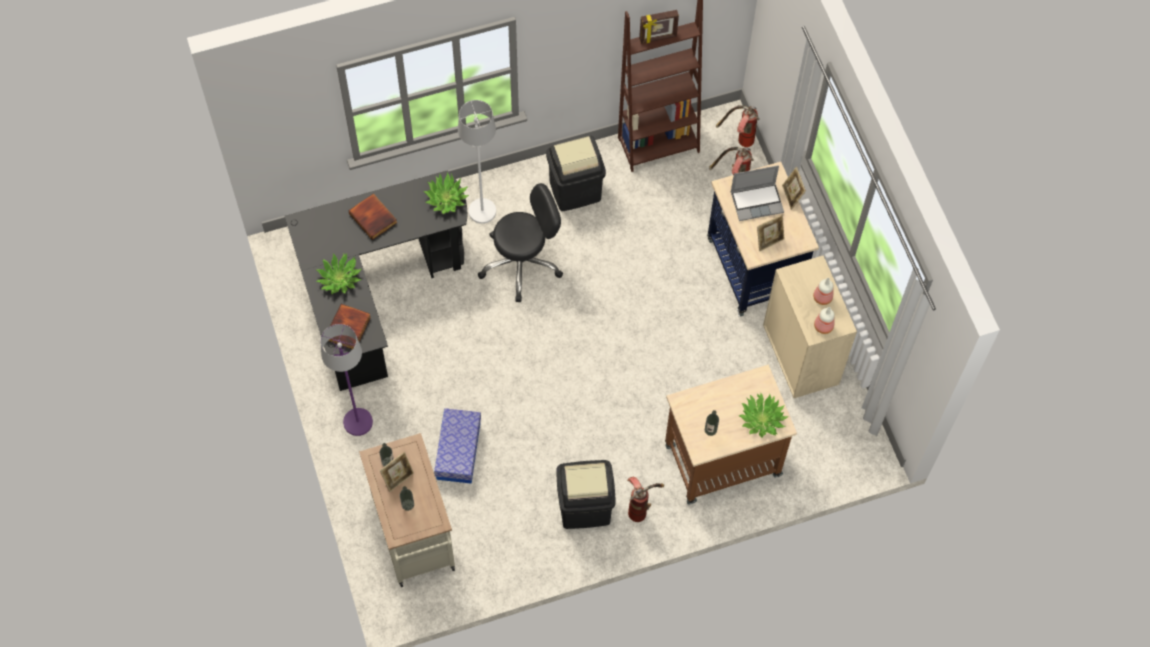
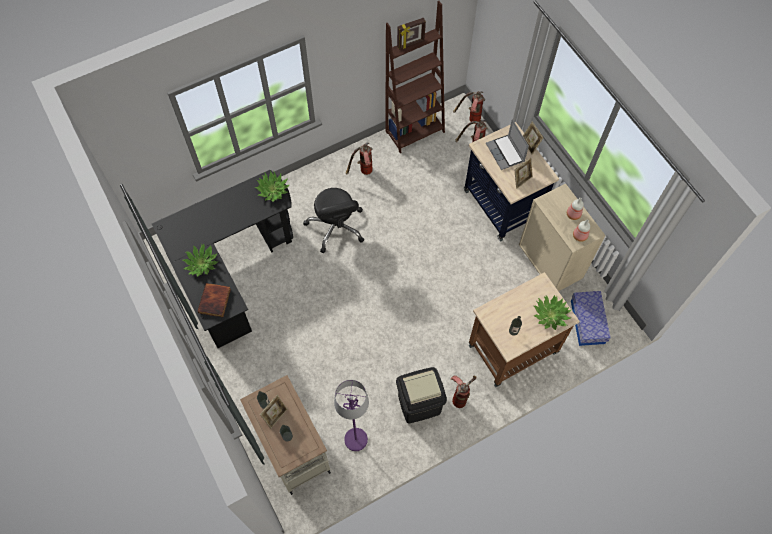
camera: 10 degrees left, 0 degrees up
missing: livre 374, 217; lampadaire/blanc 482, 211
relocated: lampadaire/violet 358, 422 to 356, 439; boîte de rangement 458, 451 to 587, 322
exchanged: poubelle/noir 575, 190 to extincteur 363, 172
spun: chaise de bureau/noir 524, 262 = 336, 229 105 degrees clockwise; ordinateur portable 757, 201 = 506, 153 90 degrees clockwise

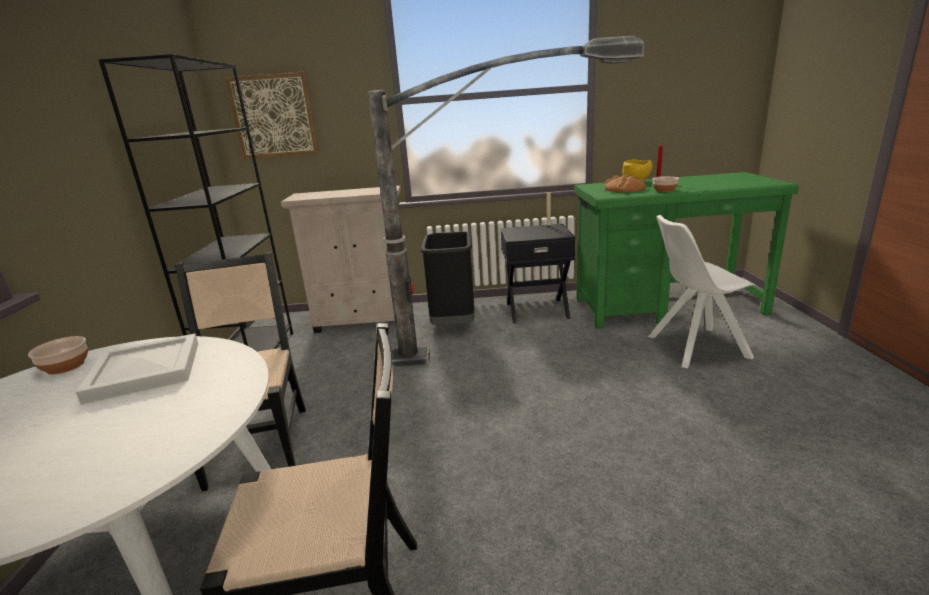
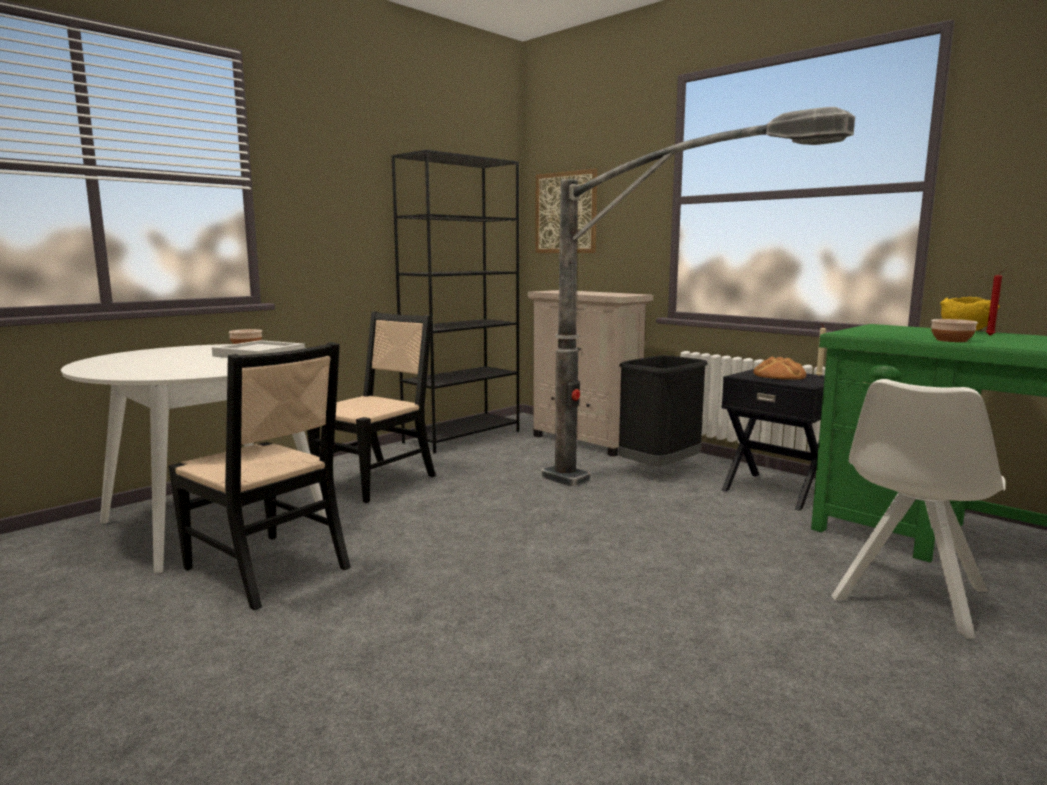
camera: 45 degrees right, 10 degrees down
relocated: pain 624, 189 to 779, 375
spun: chaise/blanc 694, 347 = 908, 596 90 degrees counterclockwise

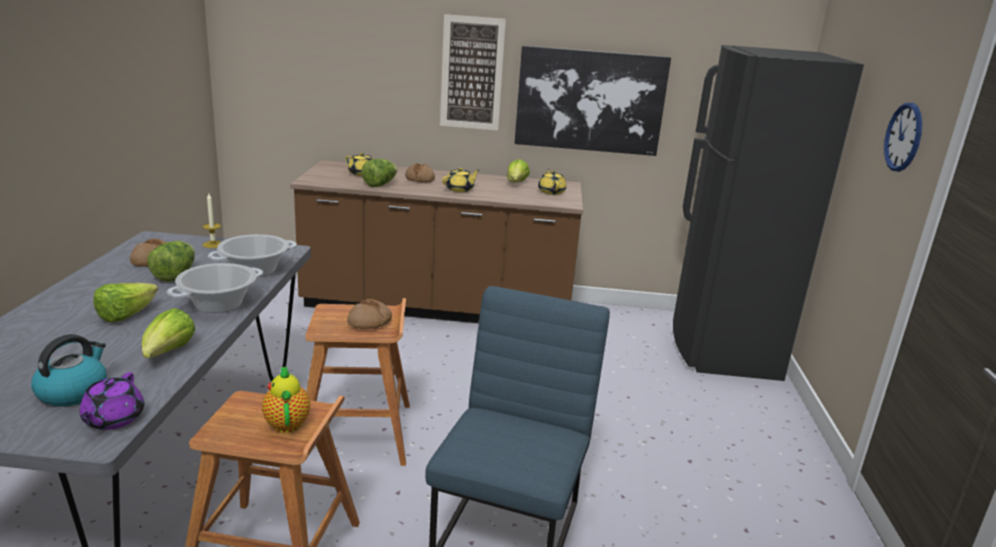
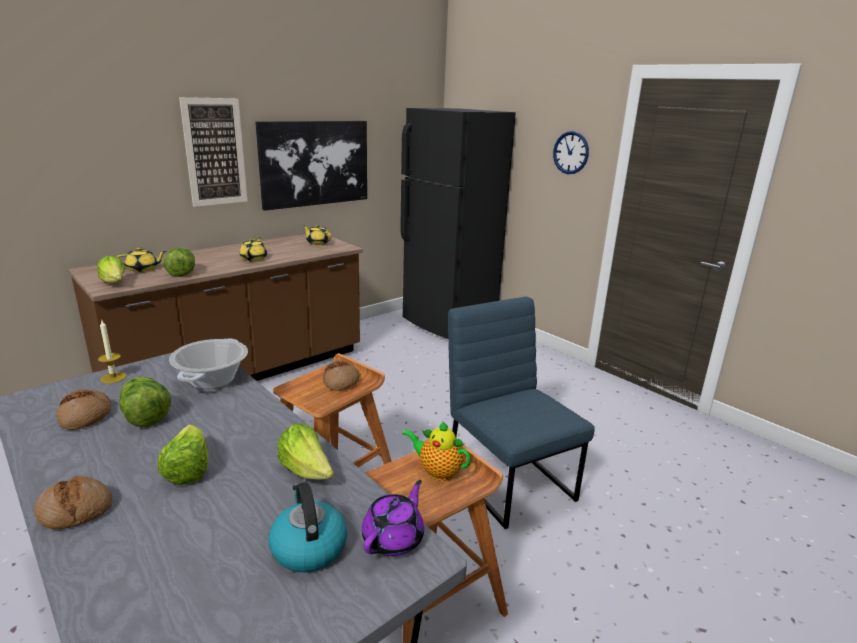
camera: 45 degrees left, 0 degrees up
missing: marmite 219, 304
relocated: pain 420, 179 to 75, 510; laitue 516, 184 to 115, 283
spun: théière/violet 113, 419 = 394, 538 105 degrees counterclockwise

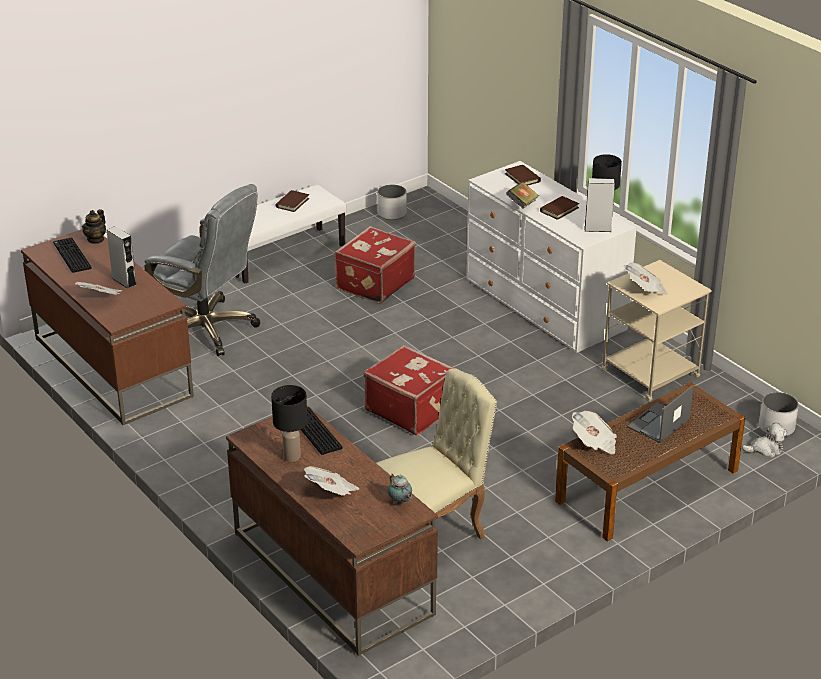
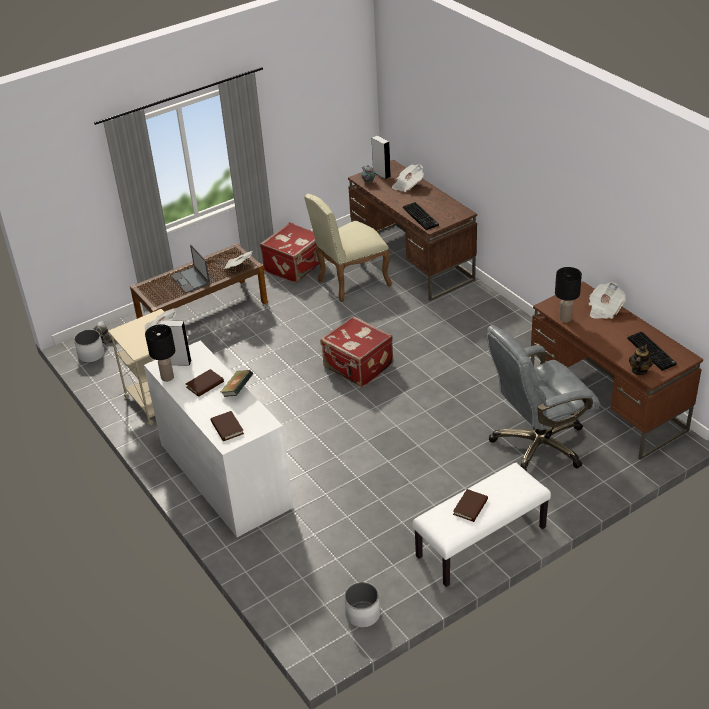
camera: 175 degrees left, 5 degrees up
relocated: enceinte/gris 124, 281 to 381, 174; lampe de table/noir 292, 457 to 565, 318; valise/rouge 374, 283 to 295, 267
spun: chaise de bureau/gris 205, 328 = 539, 444 60 degrees counterclockwise; ordinateur portable 658, 423 = 190, 280 105 degrees clockwise

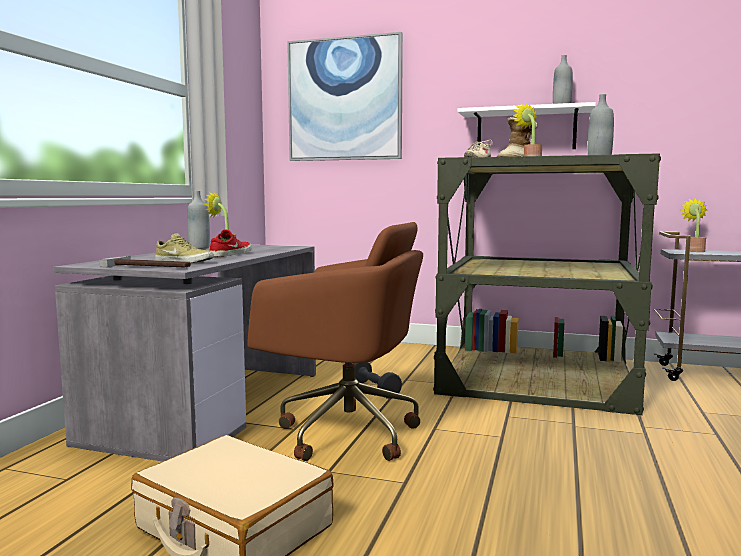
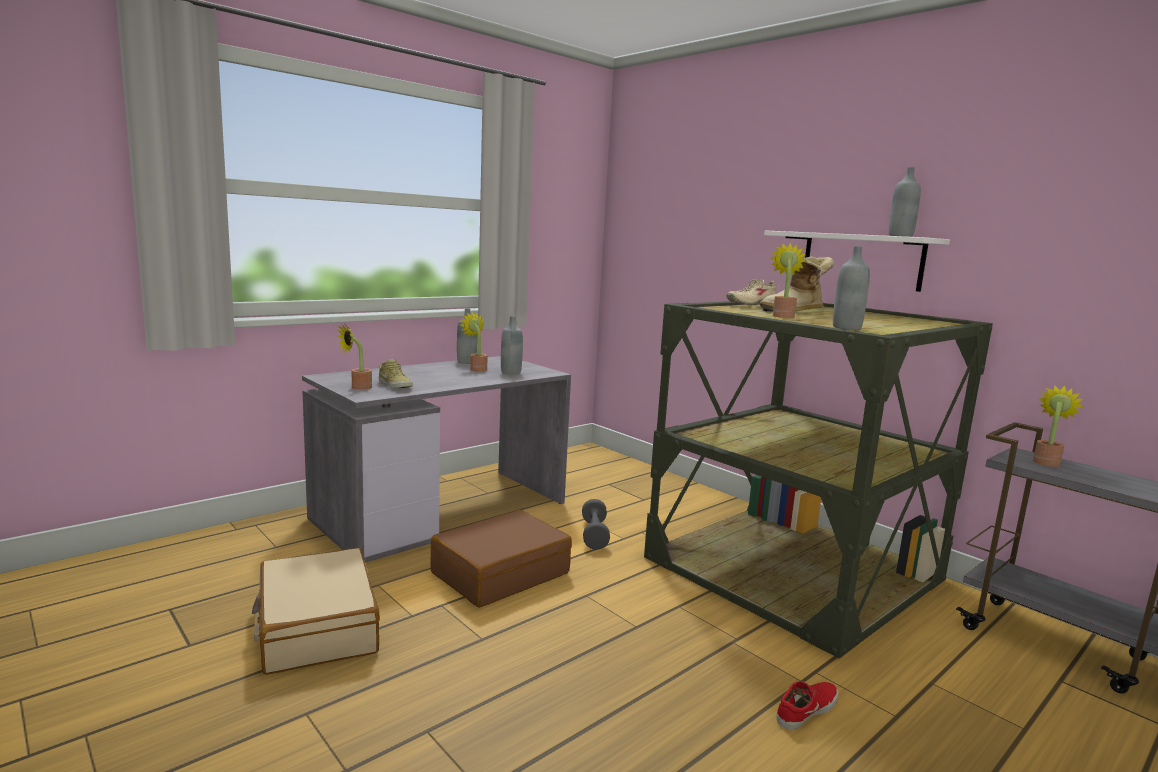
camera: 30 degrees right, 5 degrees up
missing: tableau 344, 99
appeared: bouteille/gris 511, 372
relocated: chaussure/rouge 230, 254 to 805, 709
exchanged: marteau 151, 266 to plante en pot 357, 387; chaise de bureau/marron 341, 434 to valise/marron 500, 573

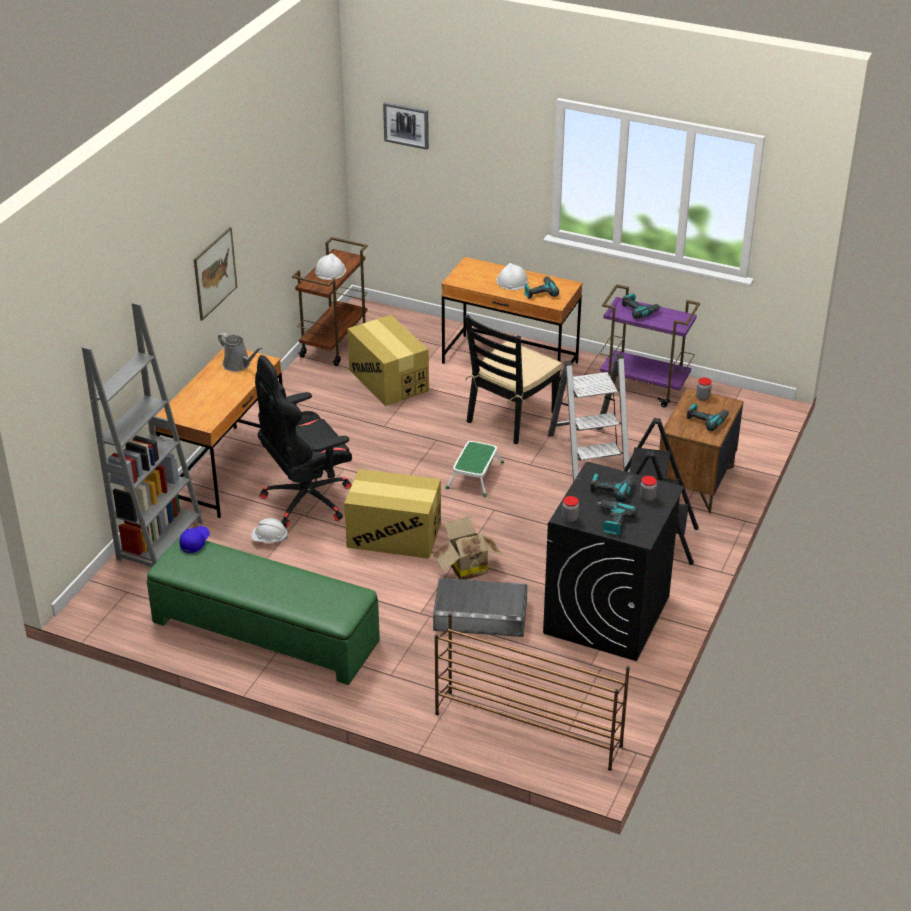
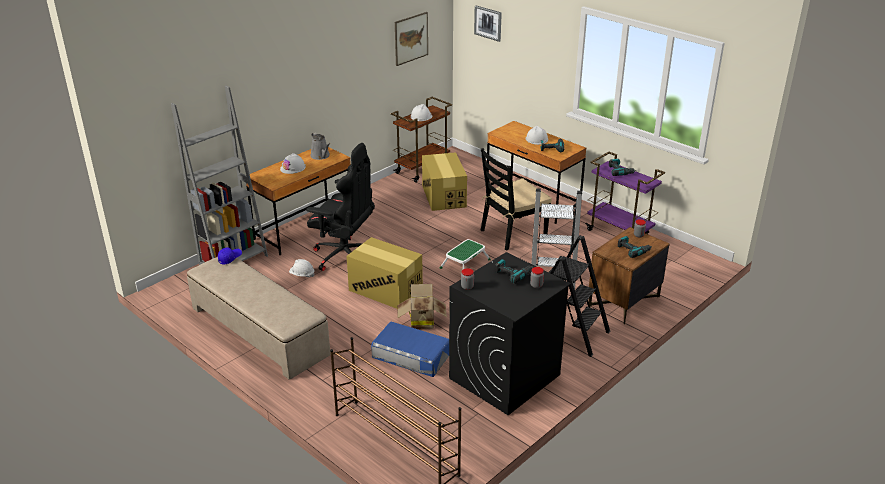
camera: 20 degrees right, 5 degrees down
missing: perceuse 613, 521
appeared: casque de chantier/blanc 293, 168
relocated: tableau 215, 273 to 411, 38
colour: banc/vert 264, 631 to banc/beige 258, 331; boîte de rangement/gris 480, 615 to boîte de rangement/bleu 411, 355
spun: chaise de bureau/noir 308, 499 = 343, 256 150 degrees counterclockwise

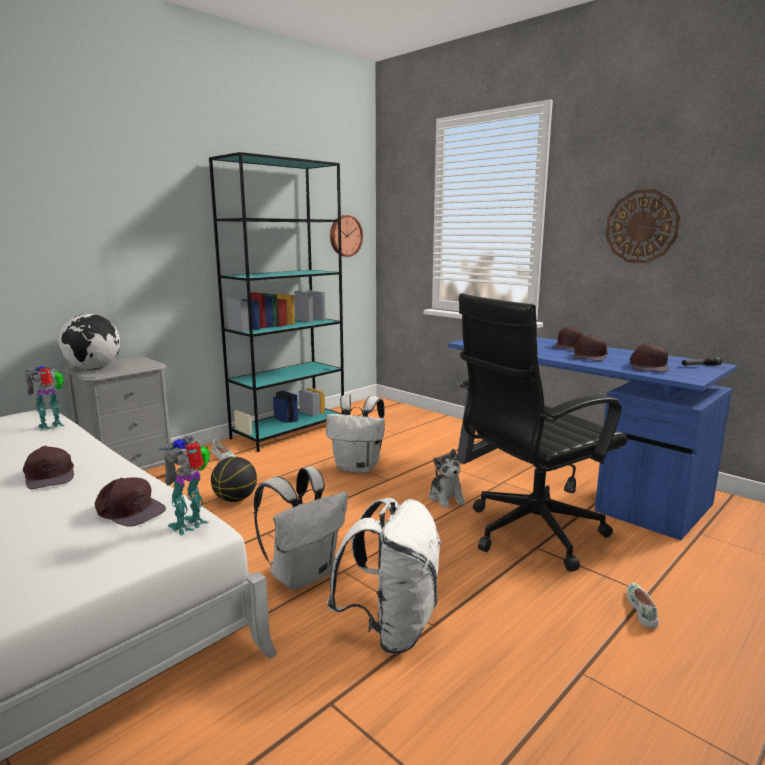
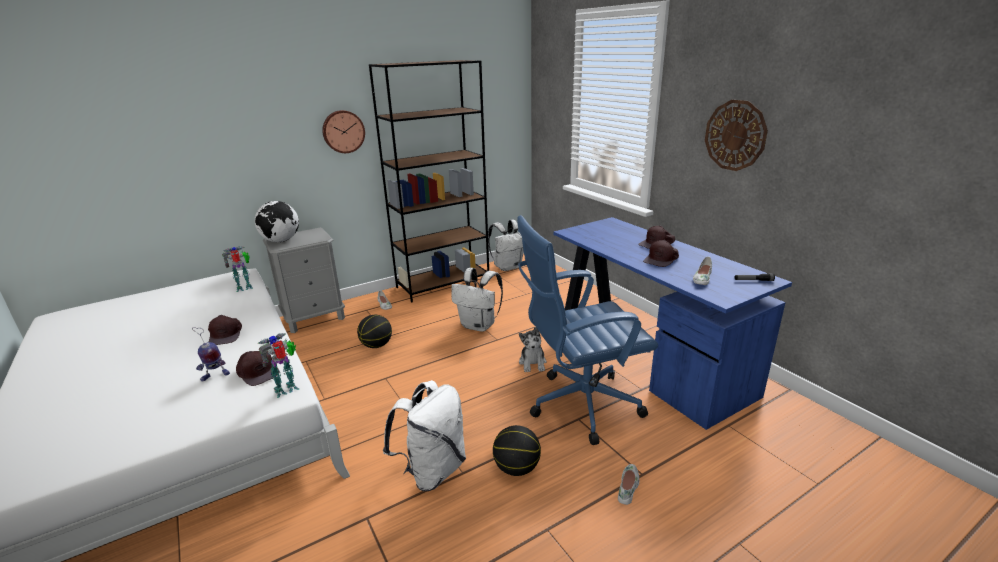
camera: 15 degrees right, 10 degrees up
appeared: robot jouet 215, 376; ballon de basket 517, 468
relocated: sac à dos/blanc 303, 574 to 508, 267; horloge murale 345, 236 to 343, 131
exchanged: casquette/marron 649, 366 to chaussure/blanc 702, 278
colour: bibliothèque/turquoise 289, 431 to bibliothèque/marron 443, 283; chaise de bureau/noir 529, 534 to chaise de bureau/bleu 580, 406

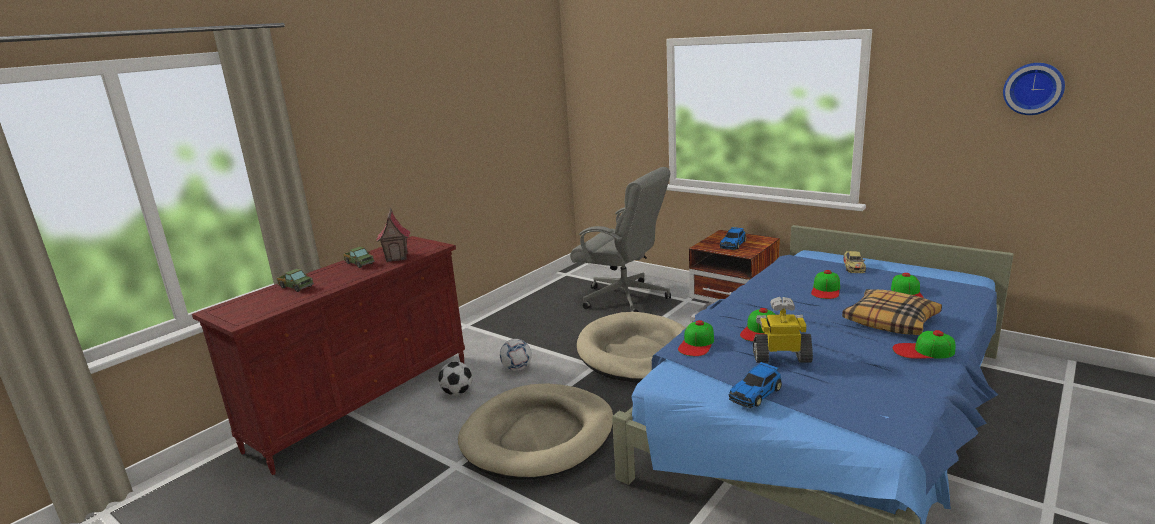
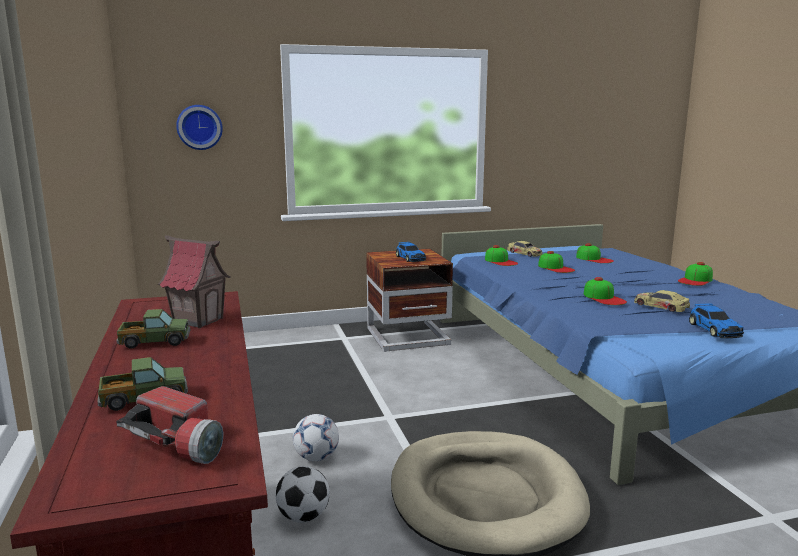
camera: 55 degrees left, 5 degrees down
missing: chaise de bureau/gris 624, 298; panier pour chien/beige 637, 353; coussin 891, 321
appeared: lampe de poche 178, 443
relocated: casquette 697, 344 to 500, 261; horloge murale 1033, 88 to 199, 127
exchanged: robot jouet 781, 356 to petite voiture 660, 306

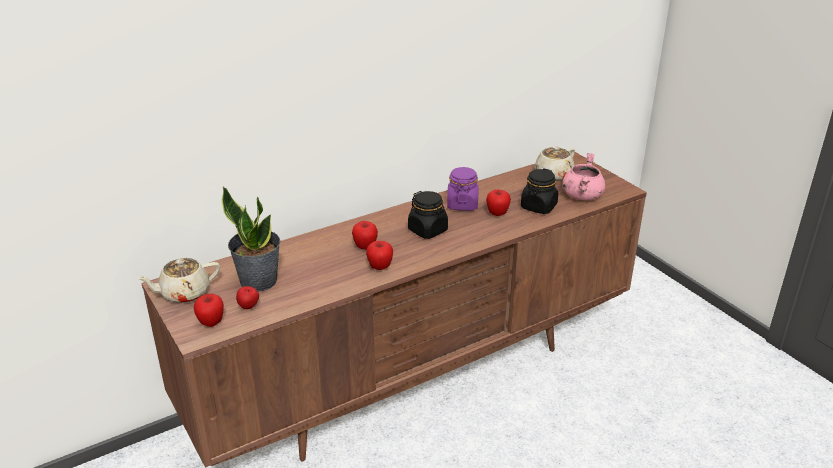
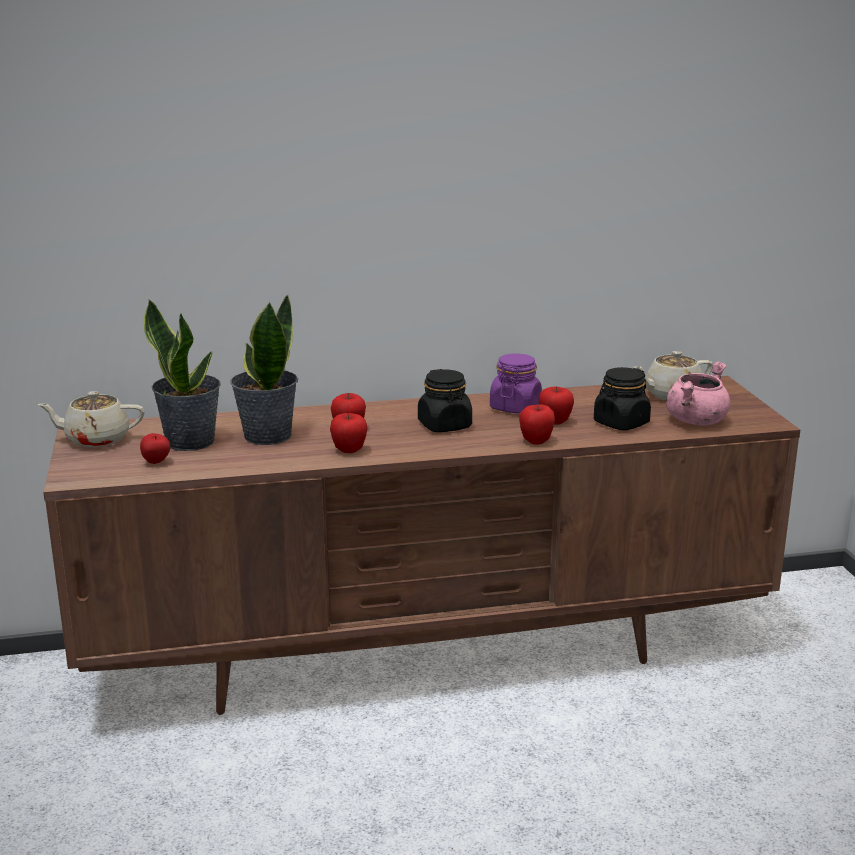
camera: 20 degrees right, 10 degrees down
appeared: plante en pot 267, 436
relocated: pomme 211, 323 to 536, 442

